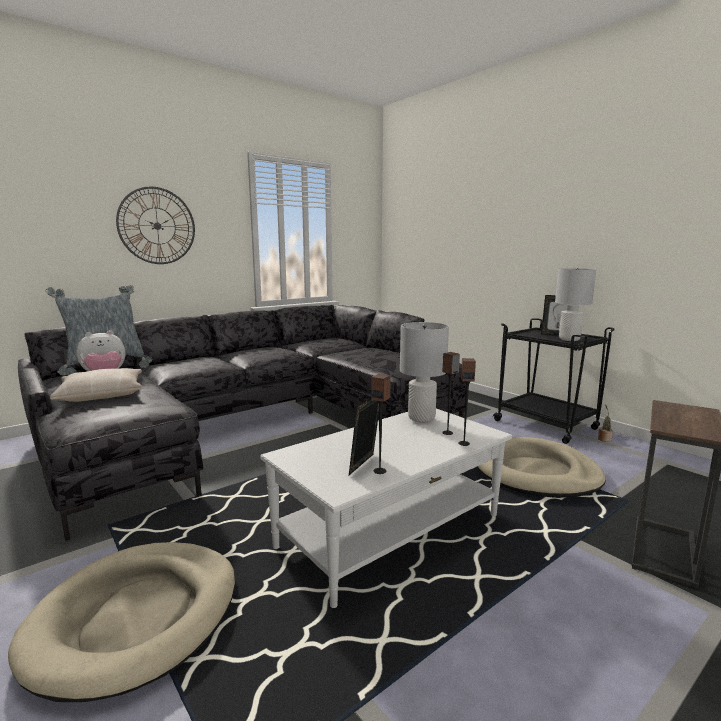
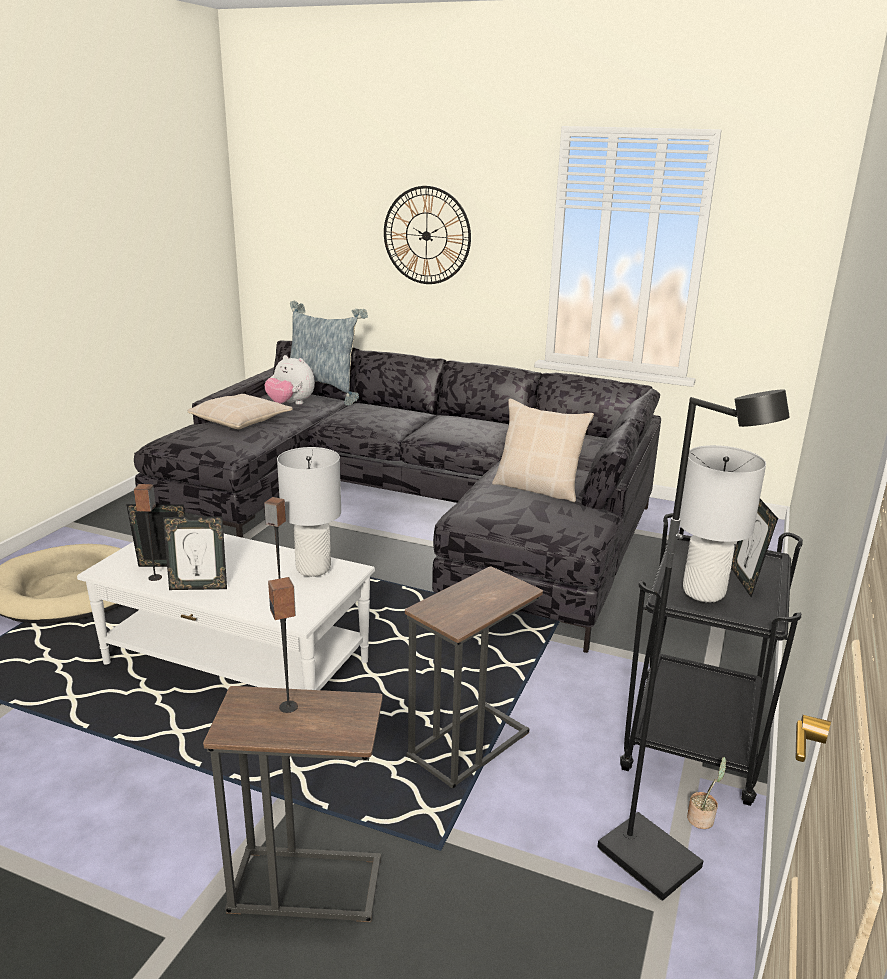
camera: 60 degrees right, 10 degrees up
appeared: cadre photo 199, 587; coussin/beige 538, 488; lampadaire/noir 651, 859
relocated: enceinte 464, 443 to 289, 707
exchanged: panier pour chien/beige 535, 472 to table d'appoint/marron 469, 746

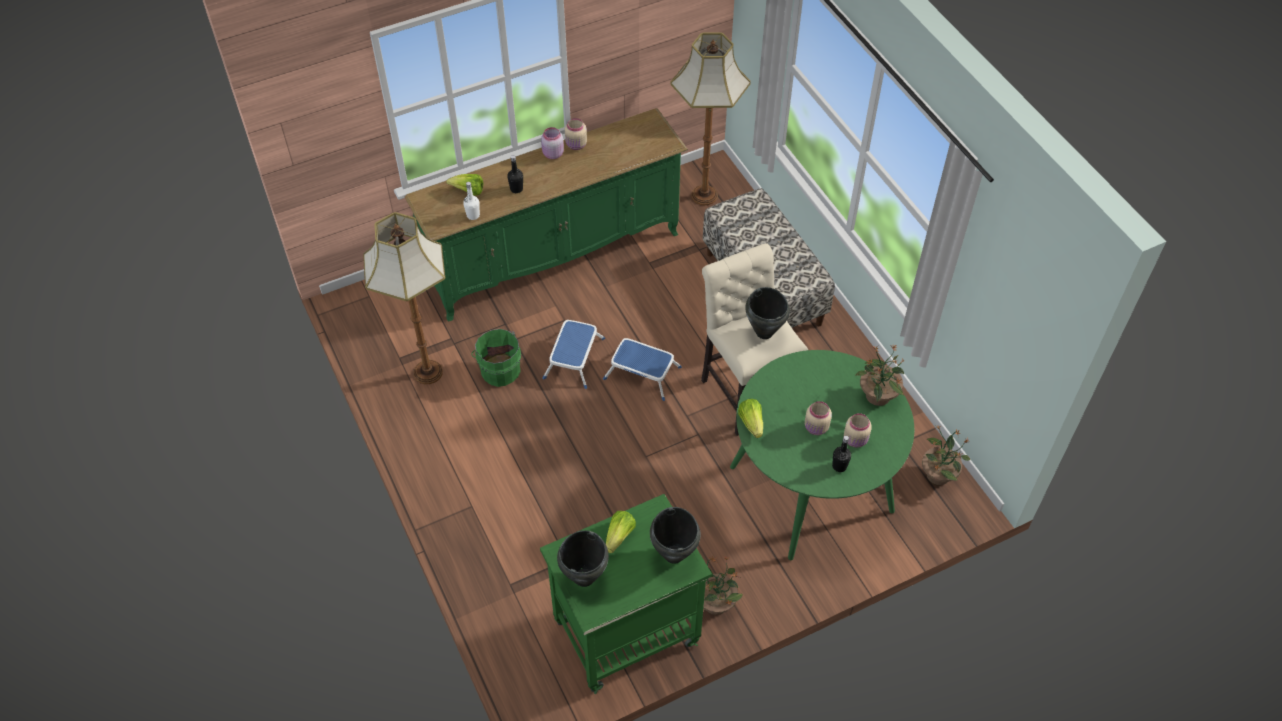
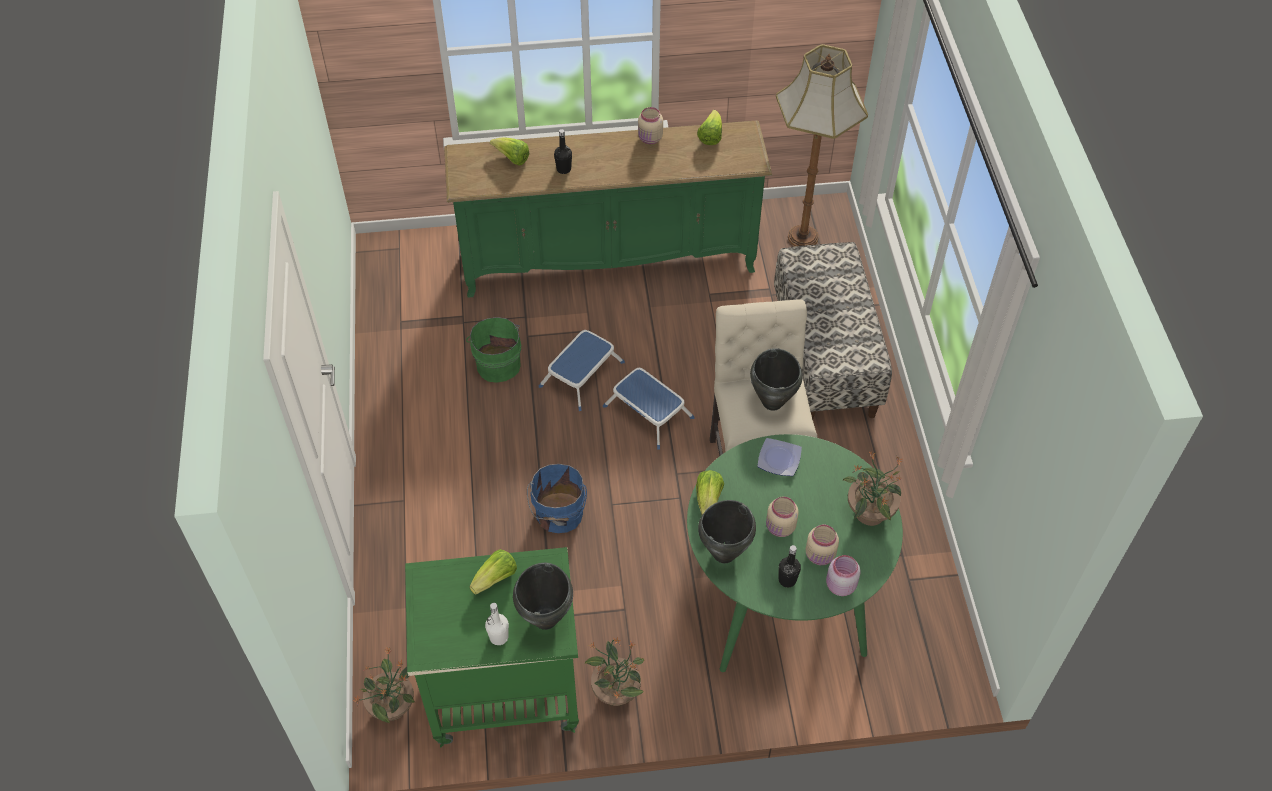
camera: 20 degrees right, 0 degrees up
missing: lampadaire 426, 372
appeared: seau/bleu 559, 515; laitue 710, 136; assiette 780, 459
relocated: bouteille/blanc 473, 215 to 499, 637; bocal/rose 552, 154 to 839, 585; marmite/noir 583, 578 to 723, 553; plante en pot 938, 474 to 393, 706

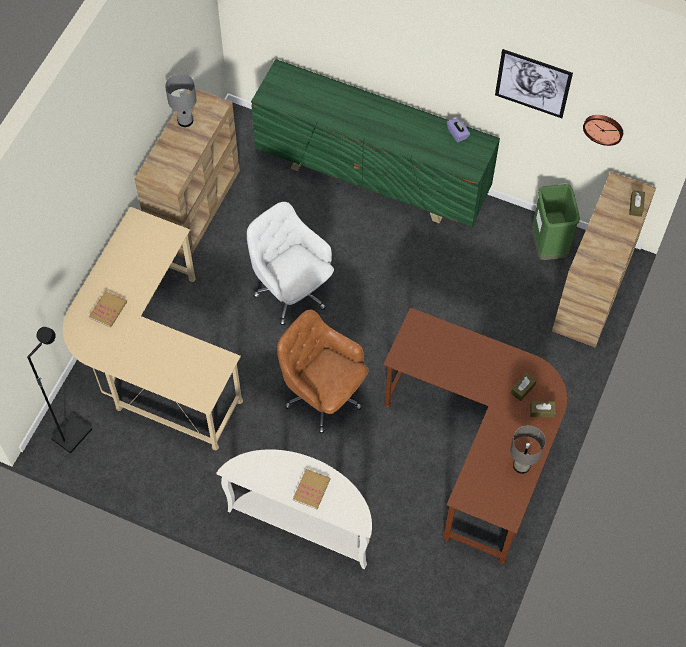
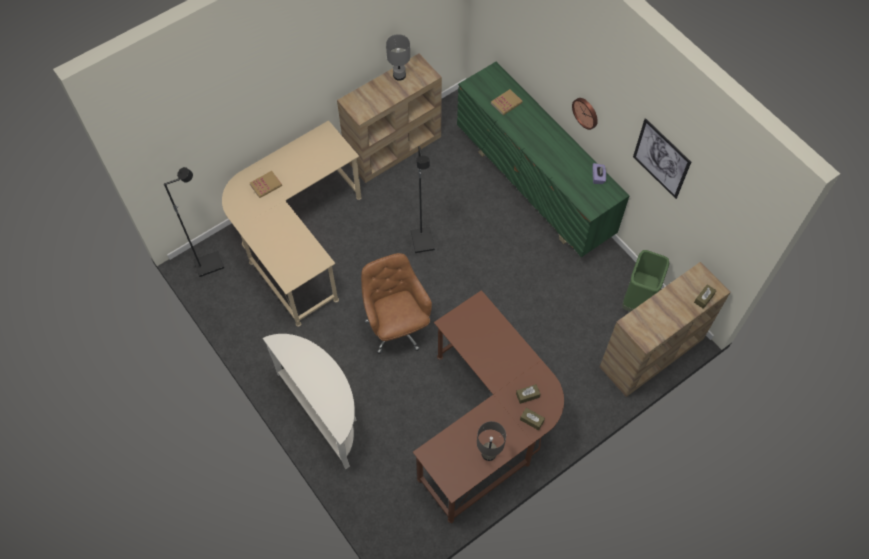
camera: 30 degrees right, 0 degrees up
relocated: livre 311, 489 to 506, 103; horloge murale 603, 128 to 586, 112
exchanged: chaise de bureau/blanc 292, 292 to lampadaire/noir 423, 241

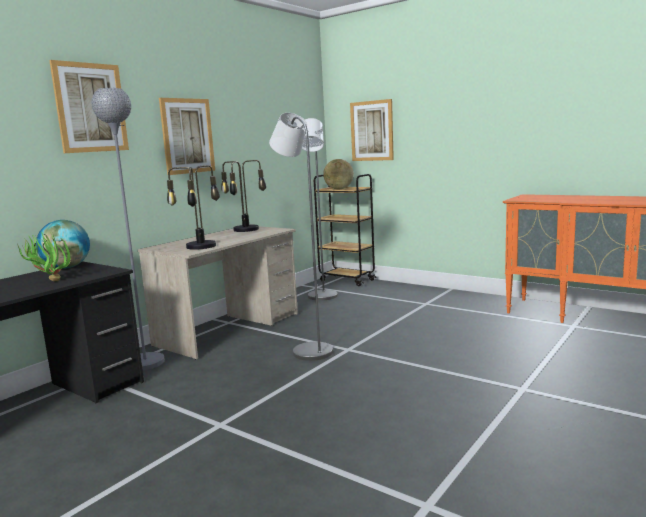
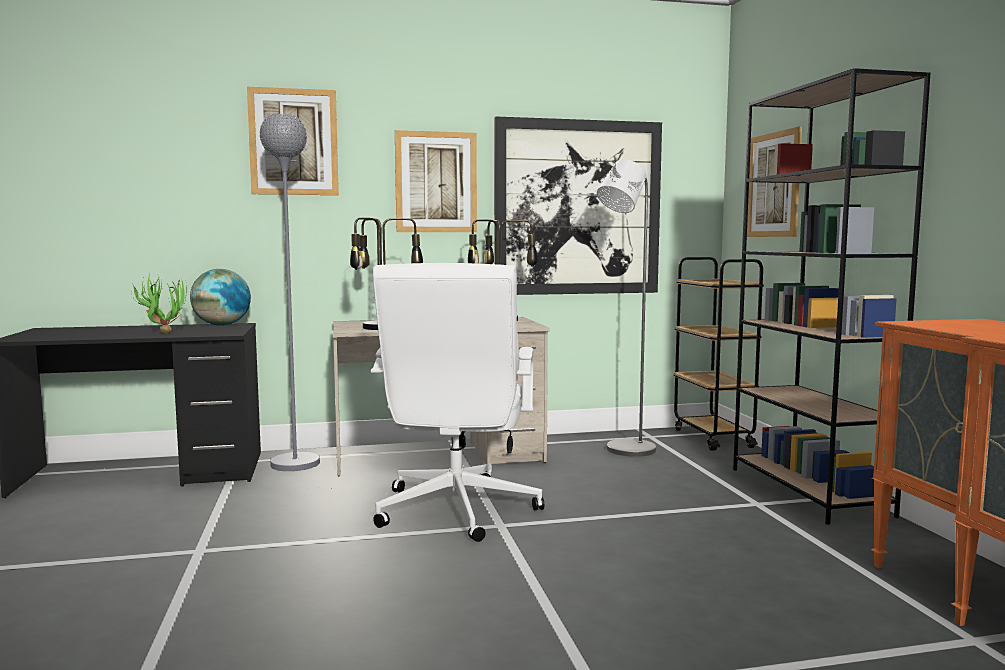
camera: 40 degrees right, 5 degrees down
missing: globe 339, 189
appeared: tableau 577, 208; bibliothèque/beige 809, 492
exchanged: lampadaire/gris 308, 350 to chaise de bureau/blanc 457, 508

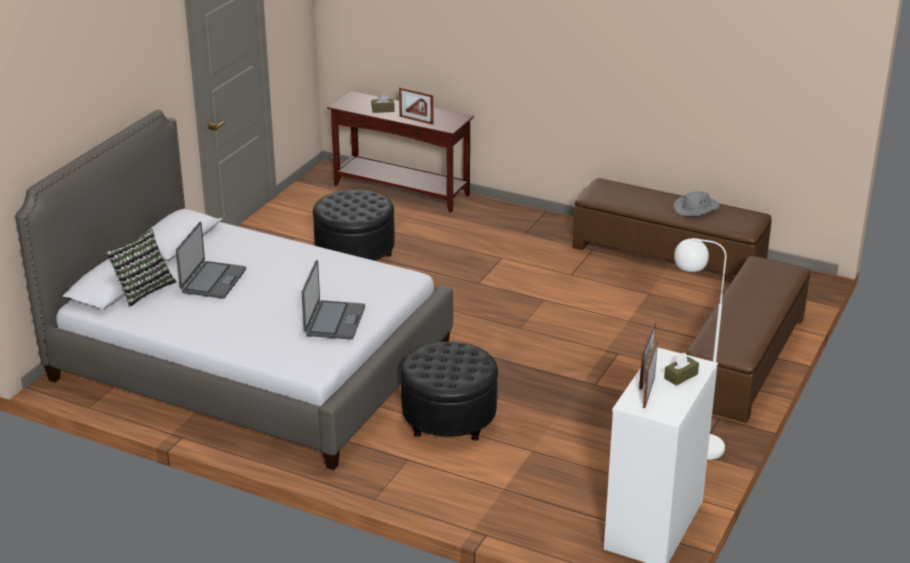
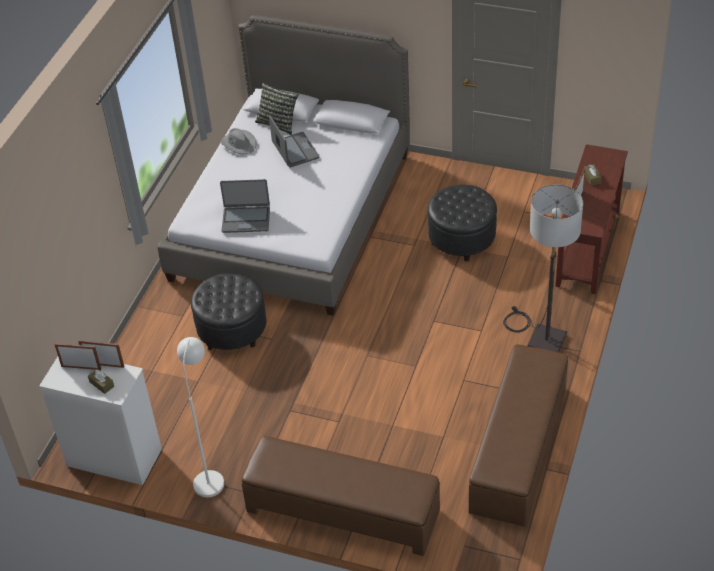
camera: 85 degrees right, 15 degrees up
appeared: lampadaire 538, 335
relocated: chapeau/gris 696, 208 to 239, 144
spun: ordinateur portable 212, 281 = 295, 151 120 degrees counterclockwise

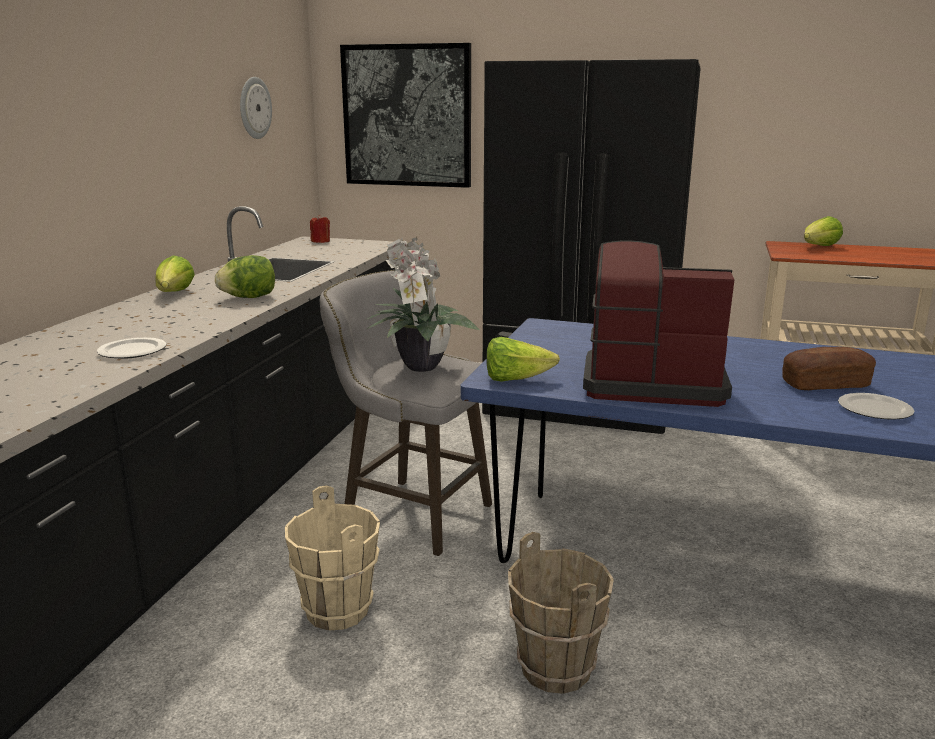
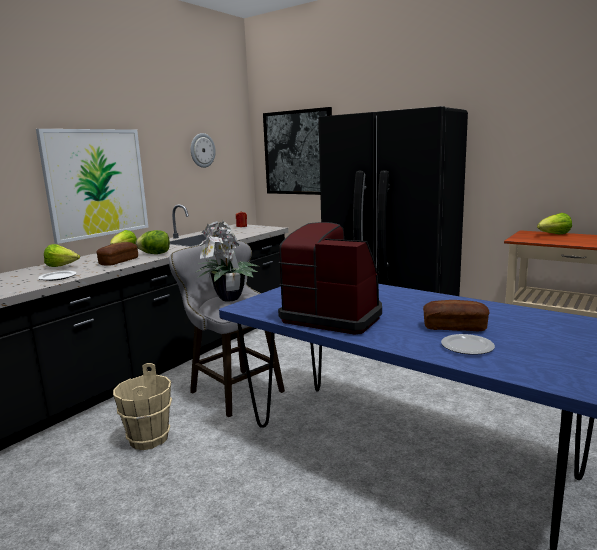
camera: 20 degrees right, 5 degrees down
missing: seau/marron 556, 668
appeared: tableau 96, 183; pain 119, 261
relocated: laitue 515, 380 to 62, 267

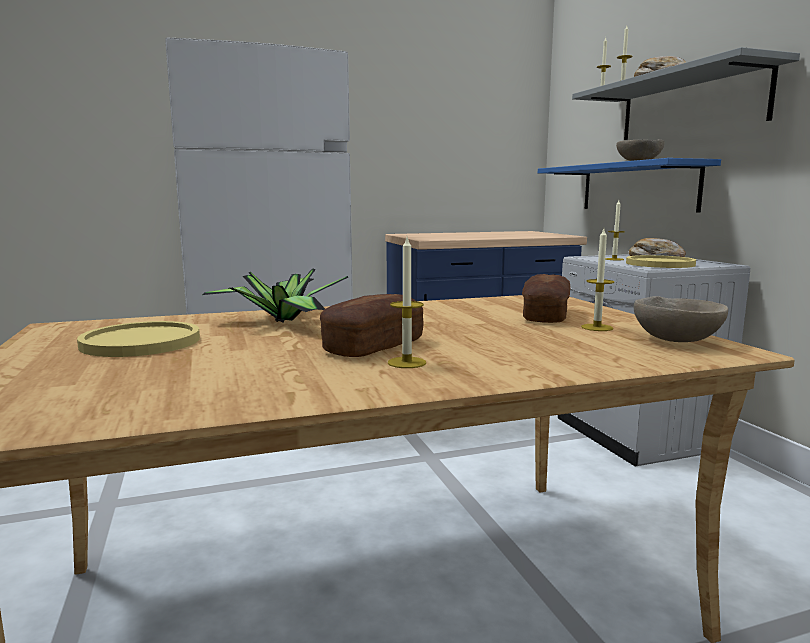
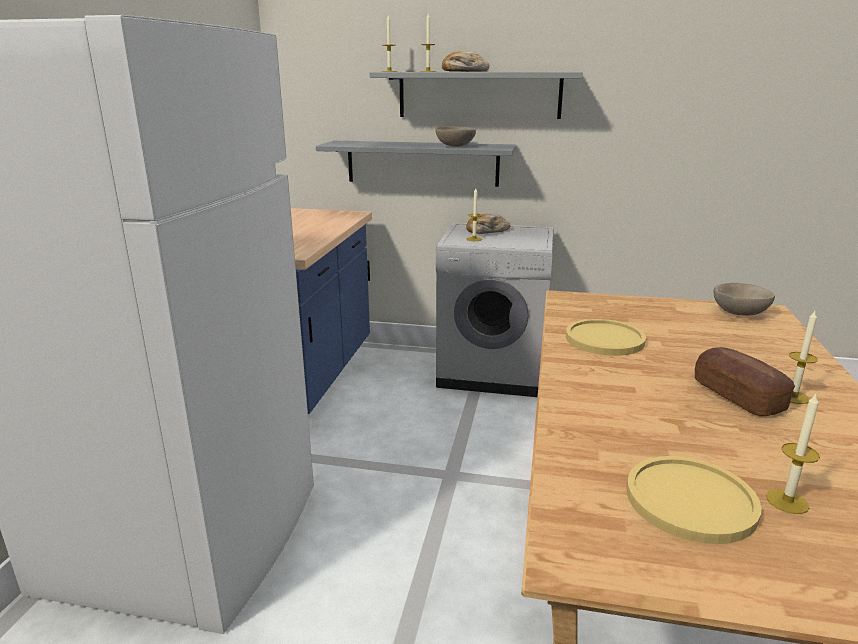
camera: 60 degrees left, 10 degrees up
missing: plante en pot 280, 321; pain 545, 315
relocated: bougie 597, 327 to 787, 501; assiette/jaune 660, 264 to 604, 339
colour: étagère/bleu 637, 187 to étagère/gris 422, 163

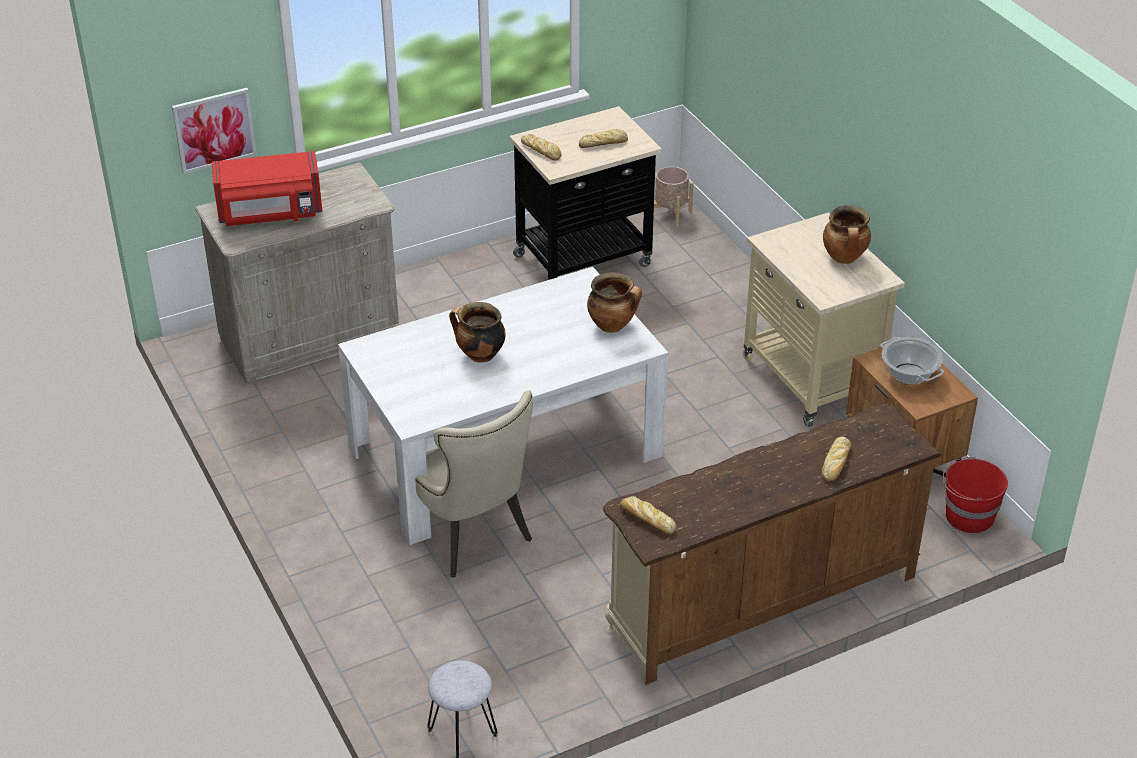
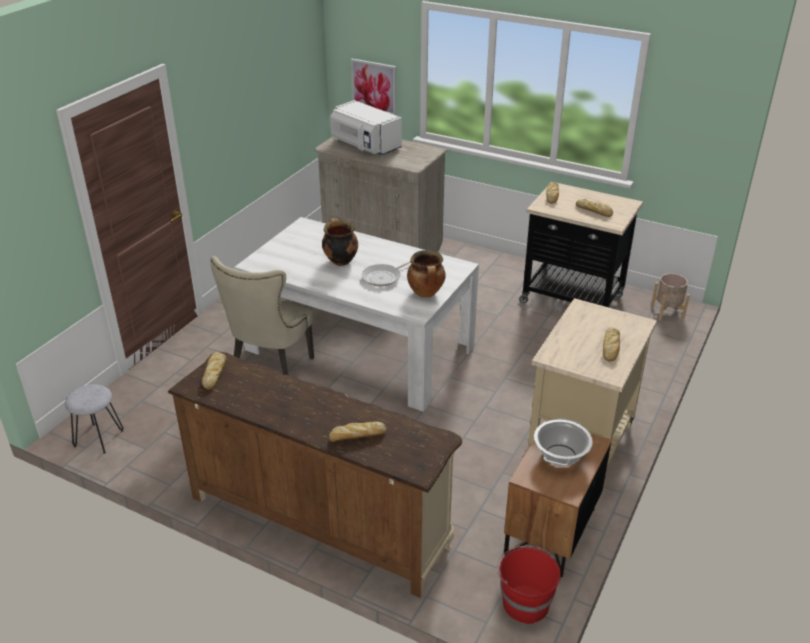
camera: 55 degrees right, 5 degrees down
appeared: poêle 383, 277
exchanged: marmite 844, 258 to pain 611, 348
colour: micro-ondes/rouge 270, 214 to micro-ondes/blanc 365, 145

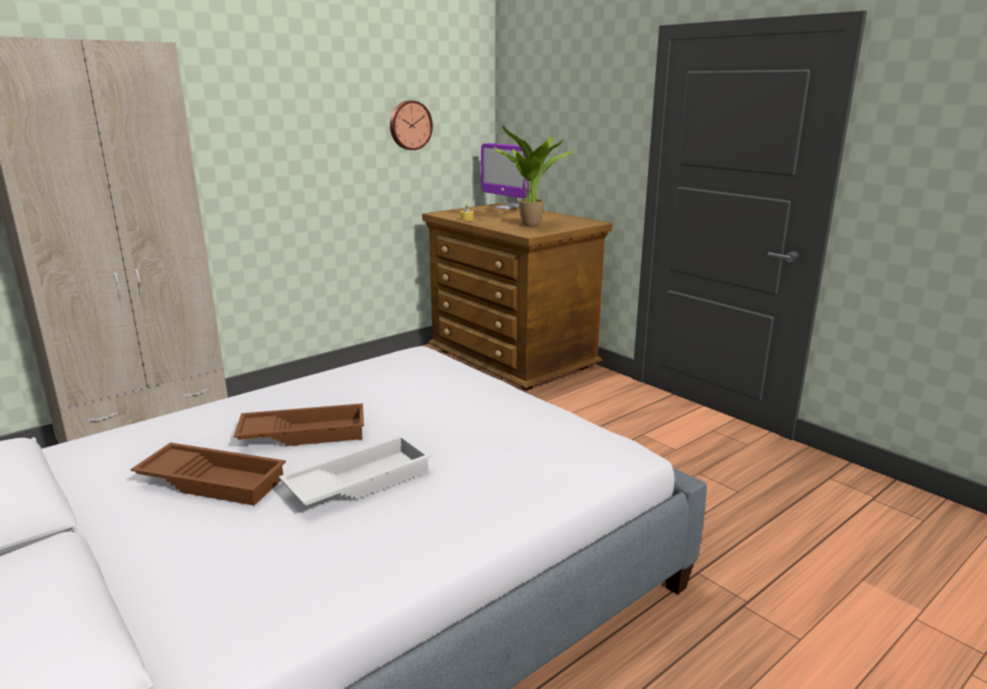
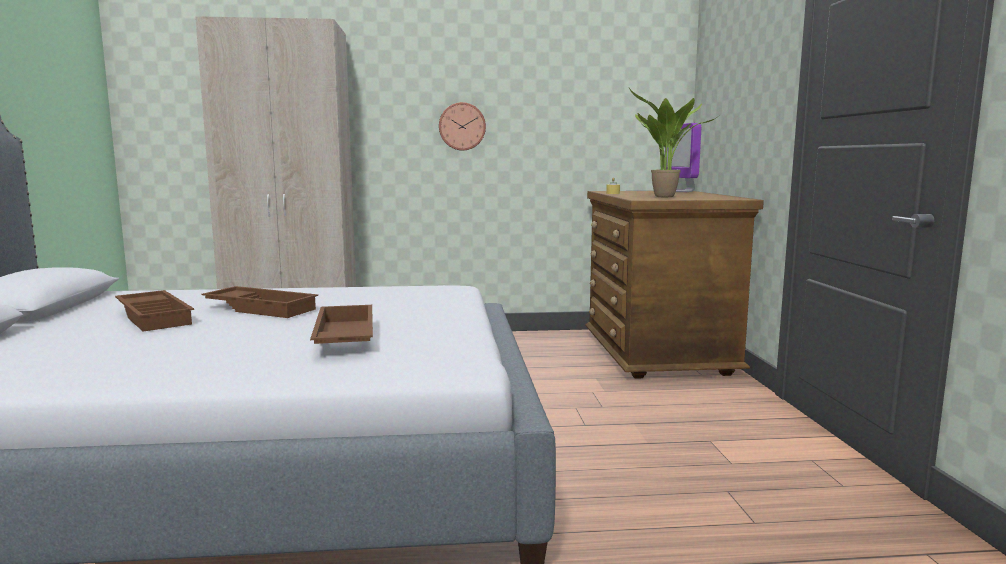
camera: 35 degrees right, 10 degrees down
missing: plateau/blanc 358, 481
appeared: plateau/marron 343, 337
relocated: horloge murale 409, 125 to 462, 126

